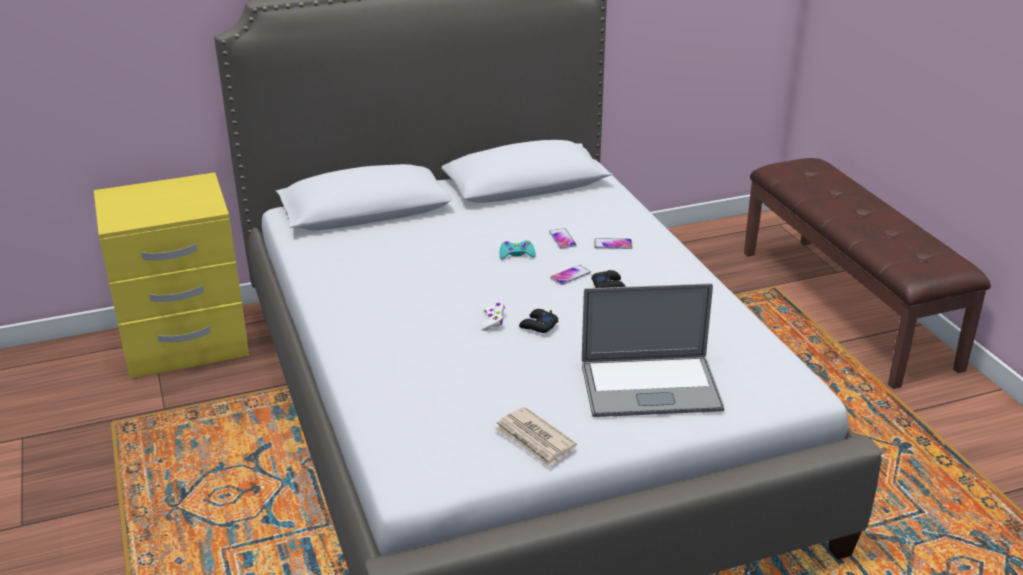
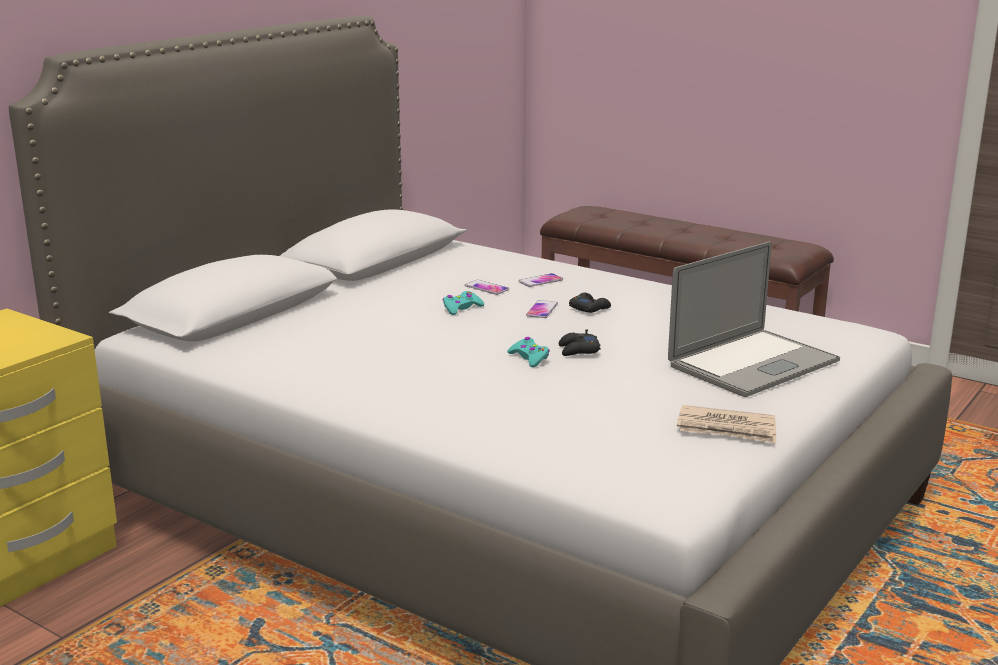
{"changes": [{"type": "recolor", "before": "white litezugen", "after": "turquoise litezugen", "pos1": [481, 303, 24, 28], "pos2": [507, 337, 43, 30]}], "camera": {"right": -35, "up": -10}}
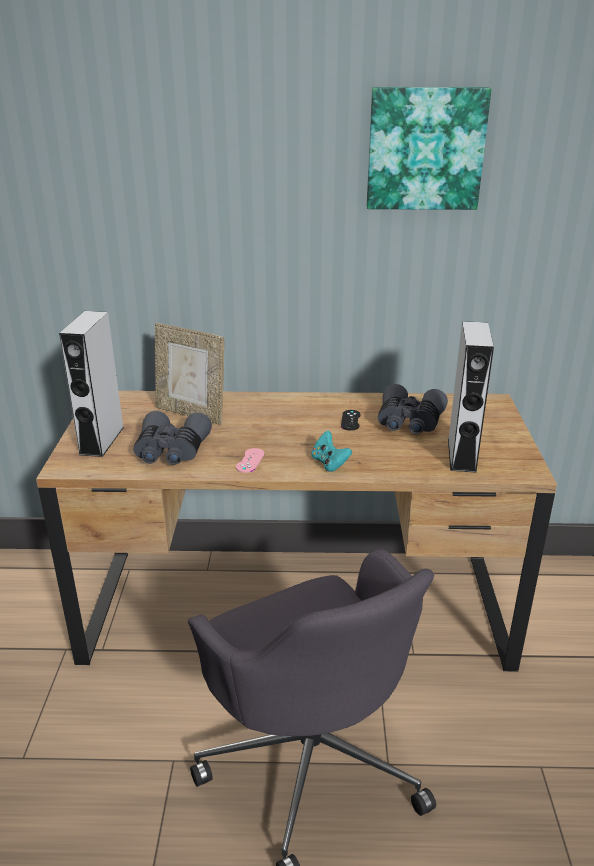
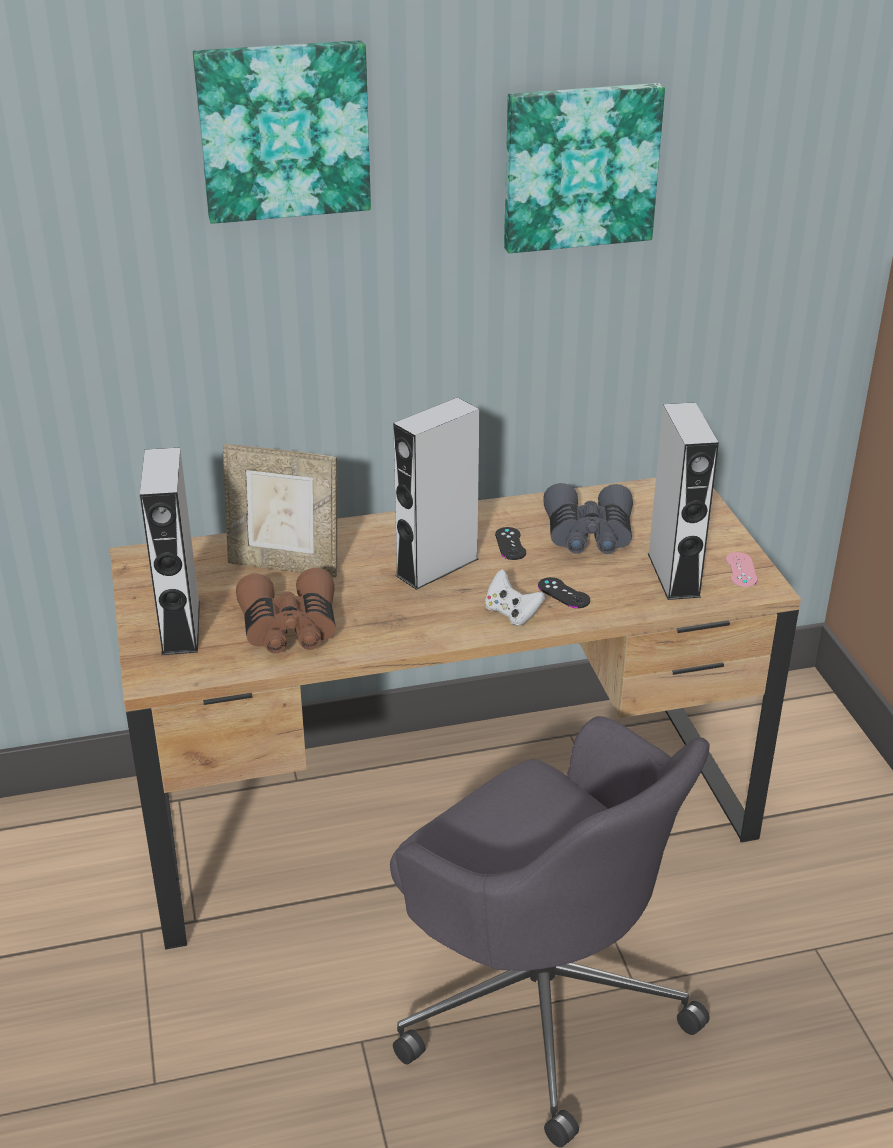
{"changes": [{"type": "insert", "after": "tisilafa", "pos2": [193, 40, 178, 184]}, {"type": "insert", "after": "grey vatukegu", "pos2": [393, 397, 86, 193]}, {"type": "insert", "after": "black litezugen", "pos2": [538, 577, 52, 31]}, {"type": "move", "before": "pink litezugen", "pos1": [236, 448, 29, 25], "pos2": [726, 552, 31, 35]}, {"type": "recolor", "before": "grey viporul", "after": "brown viporul", "pos1": [133, 411, 79, 54], "pos2": [236, 568, 100, 86]}, {"type": "recolor", "before": "turquoise litezugen", "after": "white litezugen", "pos1": [311, 430, 41, 42], "pos2": [485, 569, 60, 57]}], "camera": {"right": -15, "up": 5}}
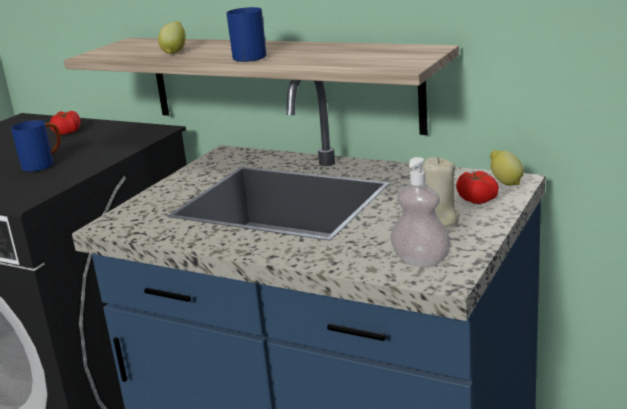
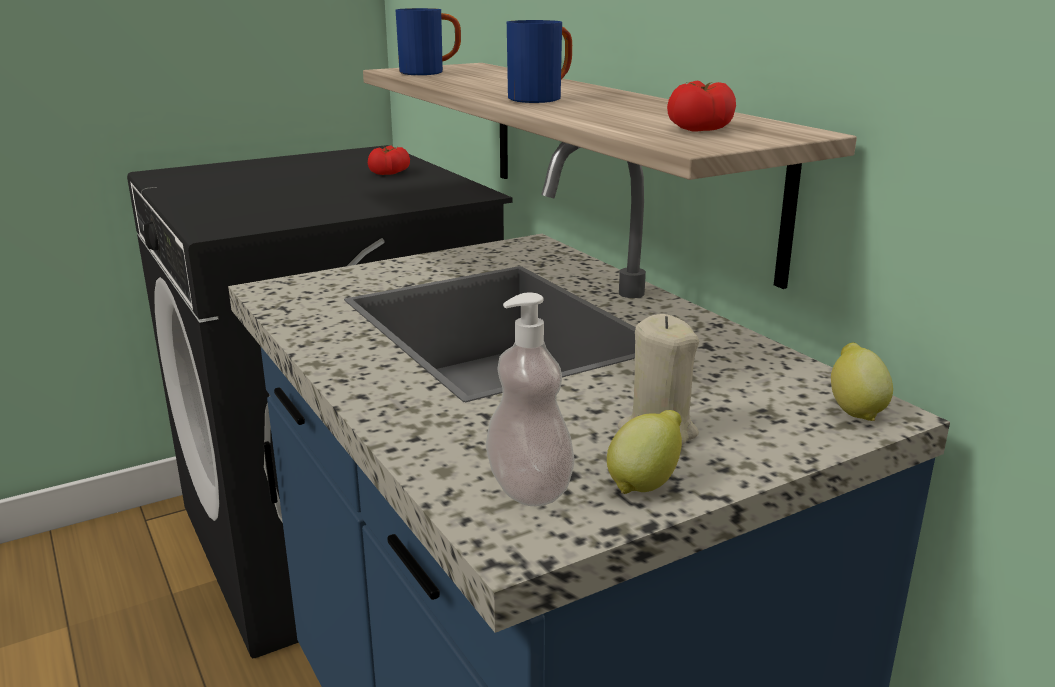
{"changes": [{"type": "move", "before": "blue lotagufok", "pos1": [11, 120, 50, 52], "pos2": [396, 8, 65, 67]}, {"type": "move", "before": "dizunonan", "pos1": [158, 21, 28, 33], "pos2": [607, 410, 75, 84]}, {"type": "move", "before": "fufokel", "pos1": [456, 171, 43, 33], "pos2": [667, 81, 69, 50]}], "camera": {"right": 30, "up": 0}}
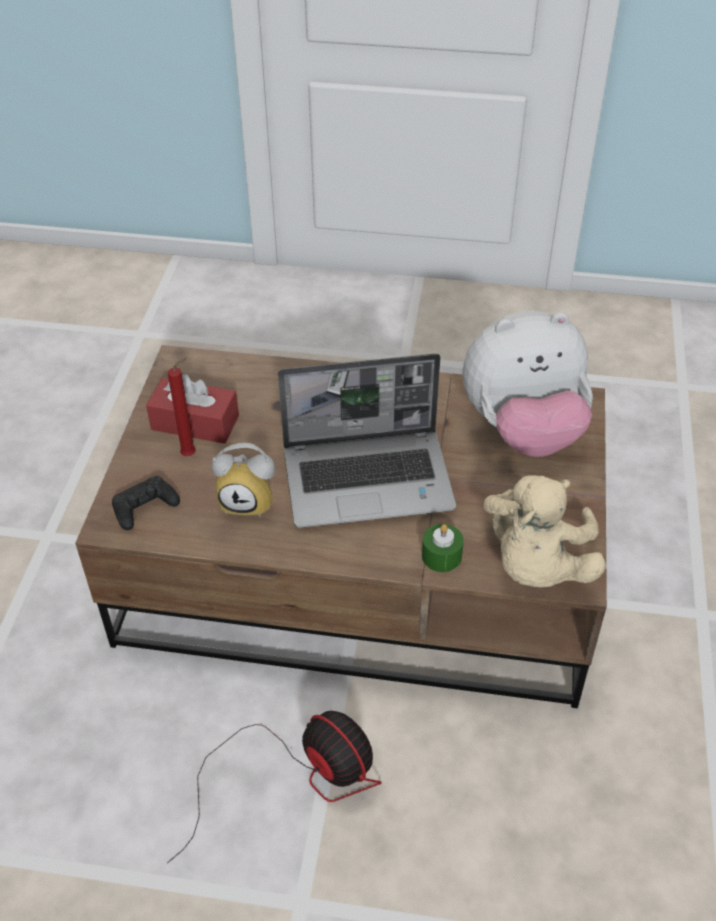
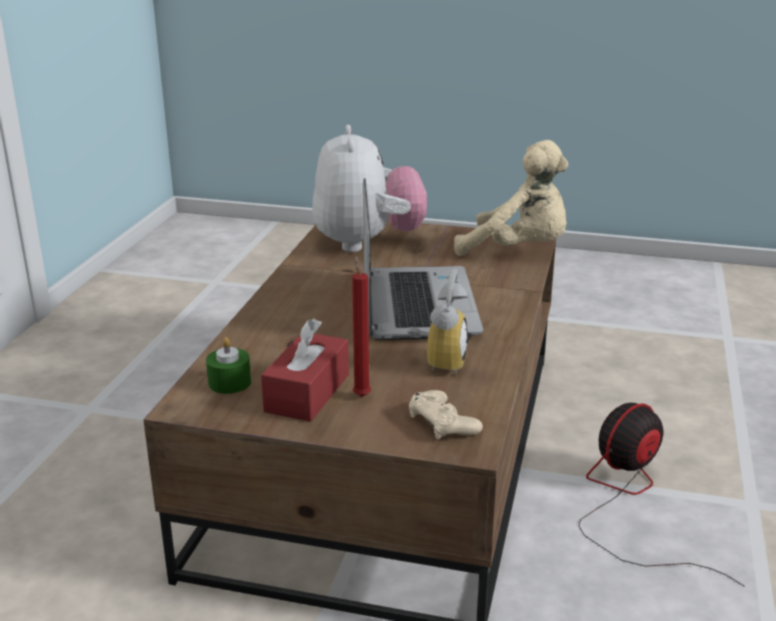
{"changes": [{"type": "move", "before": "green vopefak", "pos1": [422, 524, 42, 48], "pos2": [206, 337, 45, 57]}, {"type": "recolor", "before": "black litezugen", "after": "beige litezugen", "pos1": [112, 476, 68, 54], "pos2": [409, 390, 74, 50]}], "camera": {"right": -85, "up": -20}}
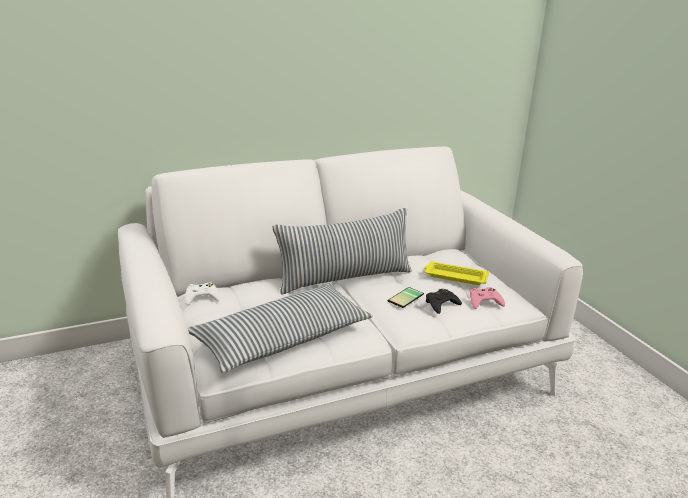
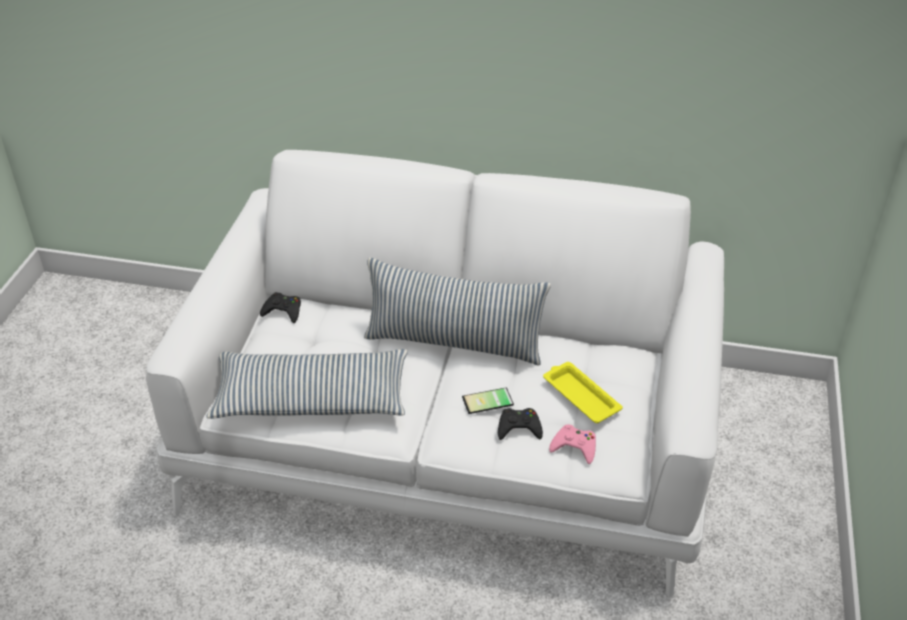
{"changes": [{"type": "recolor", "before": "white litezugen", "after": "black litezugen", "pos1": [185, 283, 35, 22], "pos2": [260, 292, 41, 31]}], "camera": {"right": 35, "up": 15}}
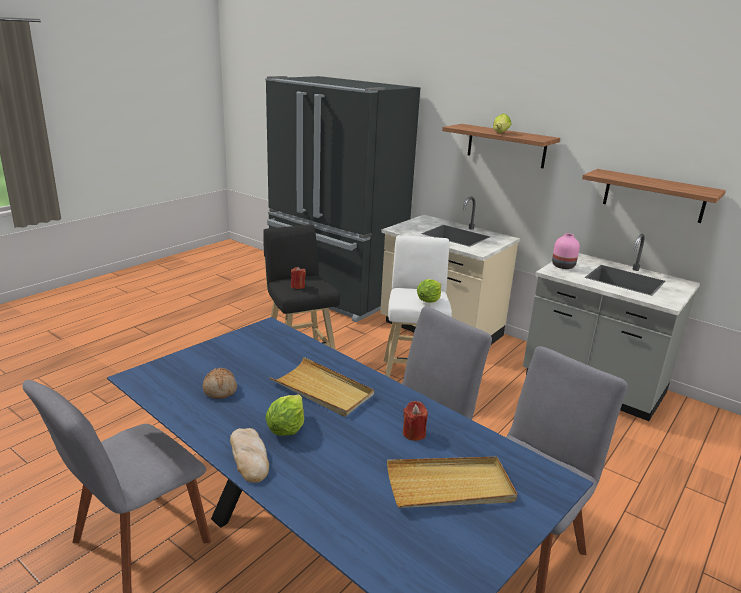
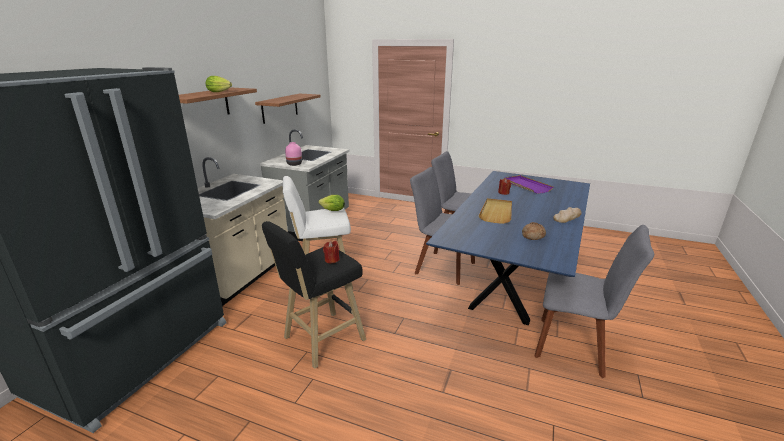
{"changes": [{"type": "delete", "before": "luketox", "pos1": [265, 394, 39, 42]}, {"type": "recolor", "before": "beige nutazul", "after": "purple nutazul", "pos1": [387, 457, 130, 51], "pos2": [504, 175, 49, 19]}], "camera": {"right": -105, "up": 0}}
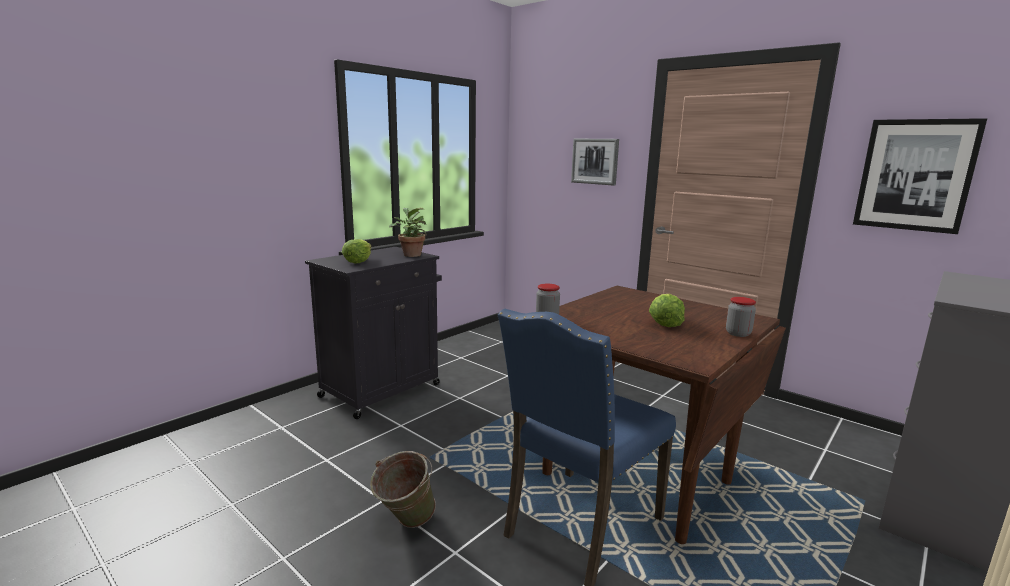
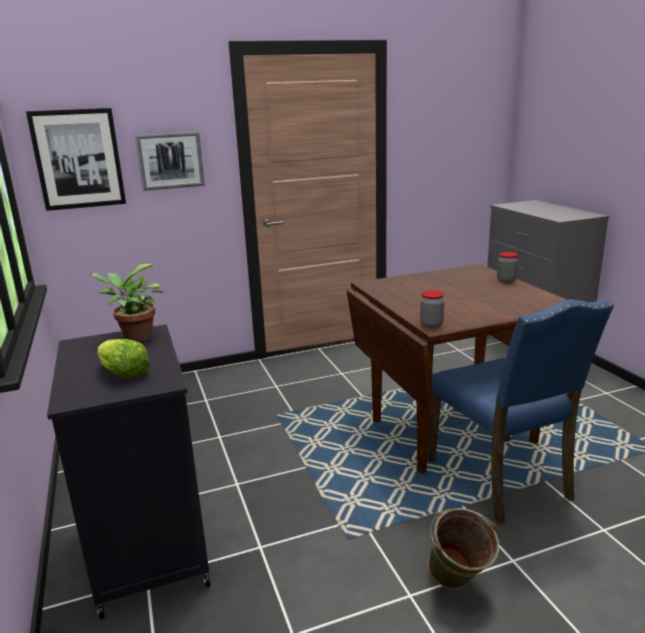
{"changes": [{"type": "delete", "before": "luketox", "pos1": [649, 294, 36, 33]}, {"type": "move", "before": "tisilafa", "pos1": [853, 118, 134, 116], "pos2": [26, 108, 100, 103]}], "camera": {"right": -60, "up": 5}}
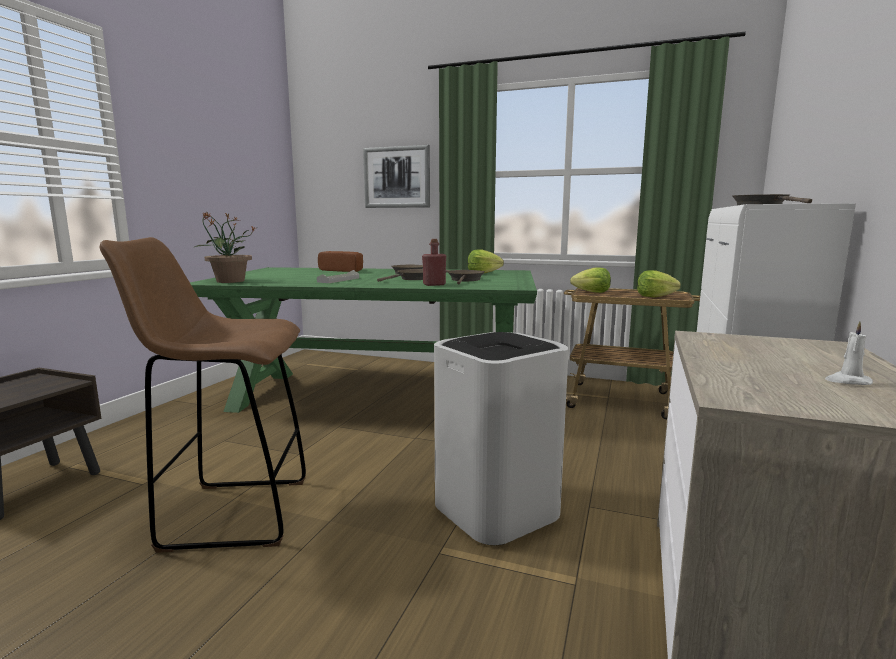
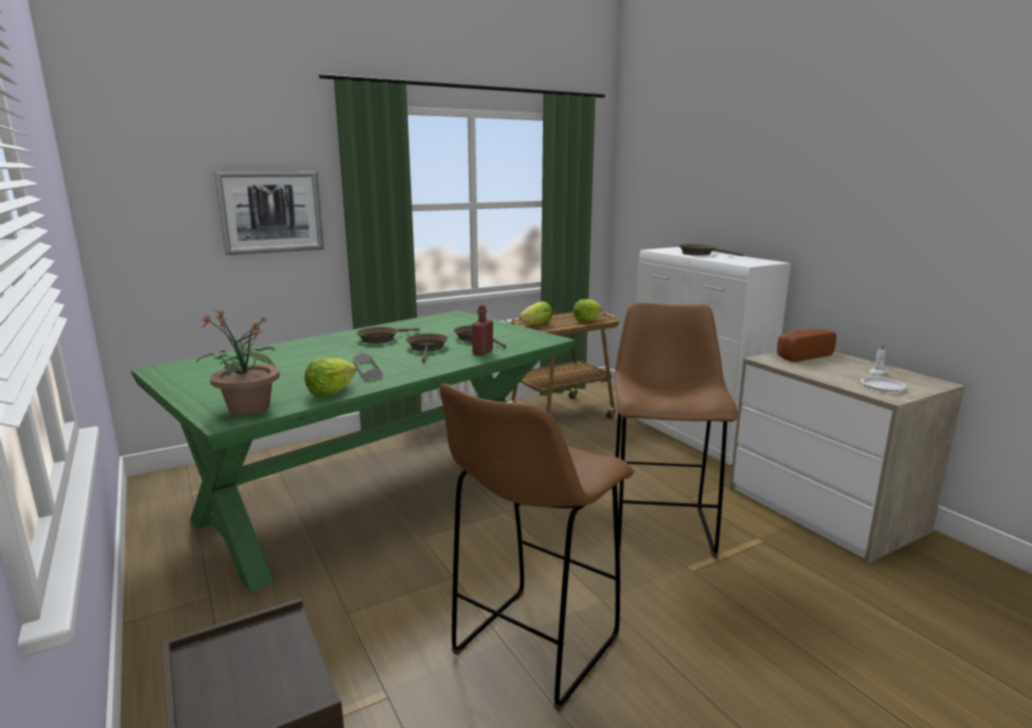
{"changes": [{"type": "insert", "after": "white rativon", "pos2": [861, 377, 45, 15]}, {"type": "move", "before": "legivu", "pos1": [318, 251, 45, 21], "pos2": [777, 329, 59, 33]}, {"type": "move", "before": "luketox", "pos1": [468, 250, 36, 24], "pos2": [304, 358, 52, 39]}, {"type": "replace", "before": "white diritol", "after": "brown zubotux", "pos1": [434, 332, 135, 213], "pos2": [615, 303, 123, 255]}], "camera": {"right": -50, "up": 5}}
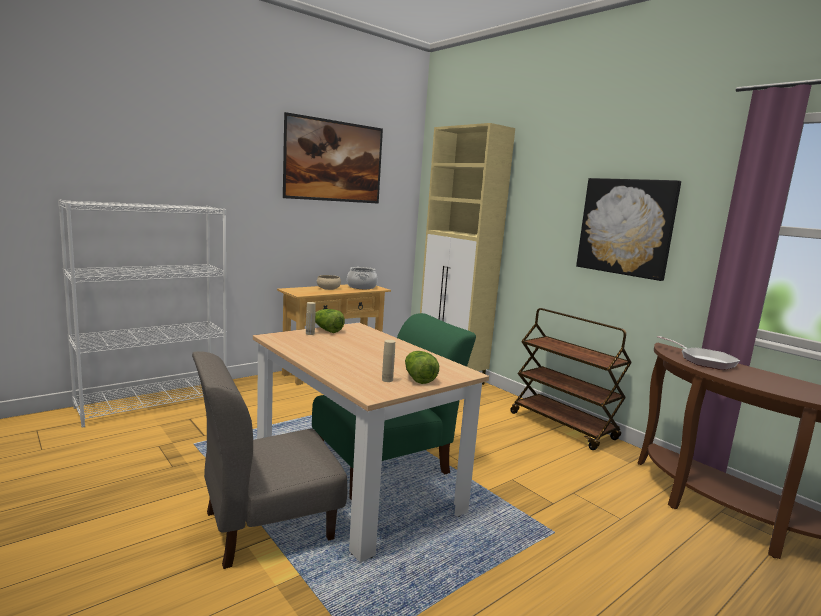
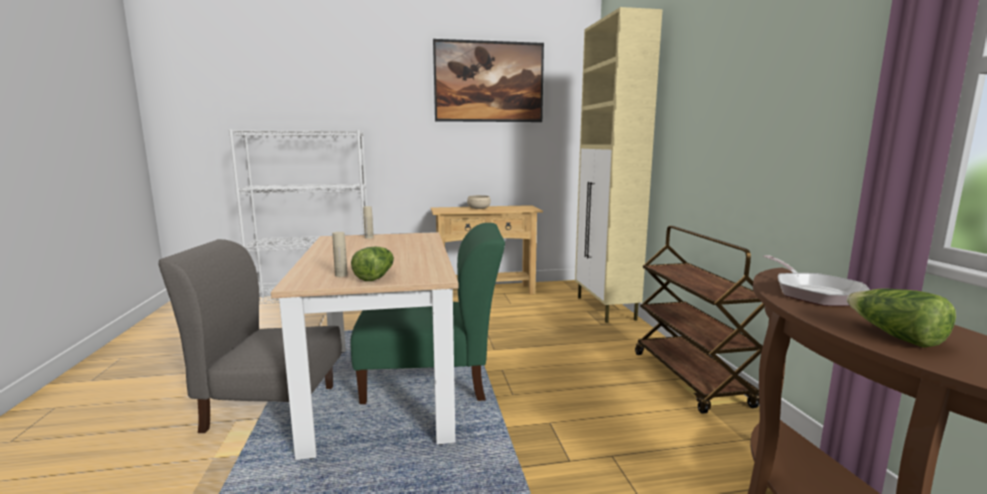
{"changes": [{"type": "delete", "before": "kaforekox", "pos1": [347, 267, 31, 22]}, {"type": "delete", "before": "tisilafa", "pos1": [576, 178, 105, 103]}, {"type": "move", "before": "luketox", "pos1": [315, 309, 30, 24], "pos2": [847, 289, 109, 59]}], "camera": {"right": 30, "up": 0}}
